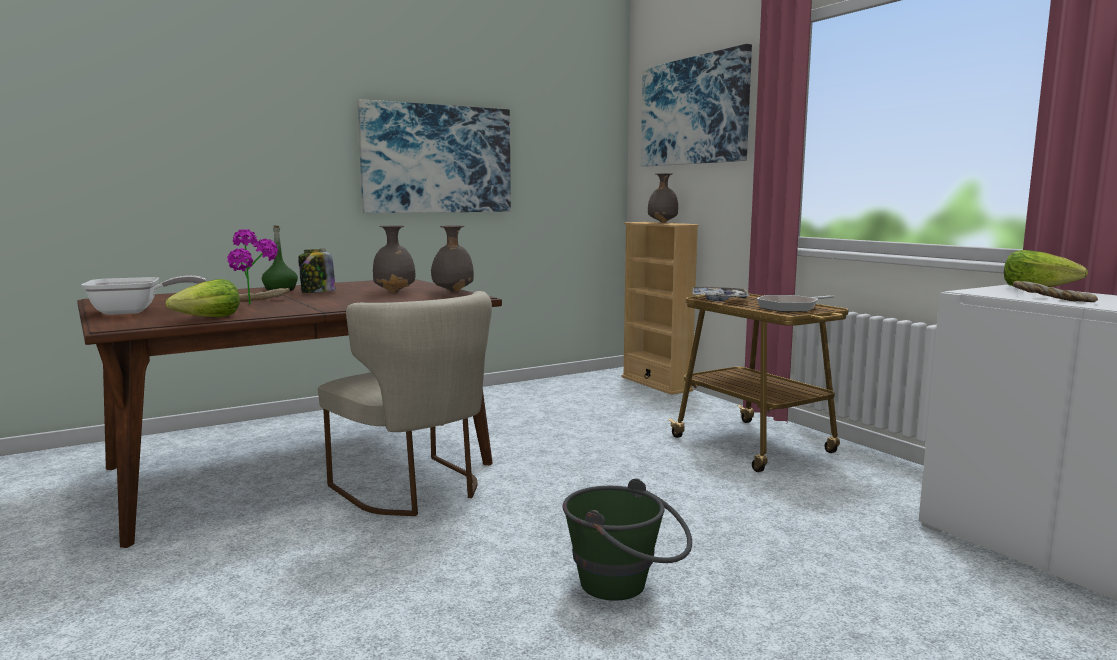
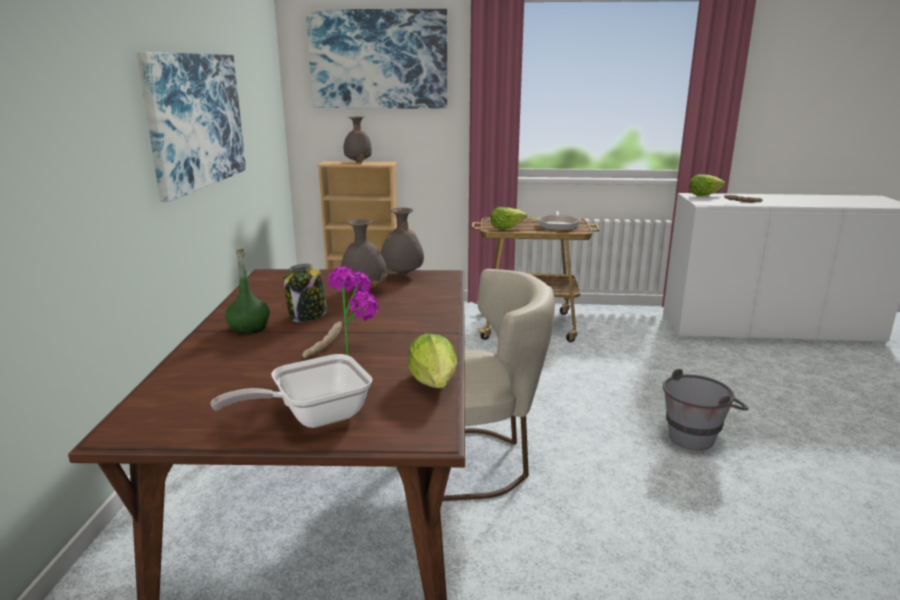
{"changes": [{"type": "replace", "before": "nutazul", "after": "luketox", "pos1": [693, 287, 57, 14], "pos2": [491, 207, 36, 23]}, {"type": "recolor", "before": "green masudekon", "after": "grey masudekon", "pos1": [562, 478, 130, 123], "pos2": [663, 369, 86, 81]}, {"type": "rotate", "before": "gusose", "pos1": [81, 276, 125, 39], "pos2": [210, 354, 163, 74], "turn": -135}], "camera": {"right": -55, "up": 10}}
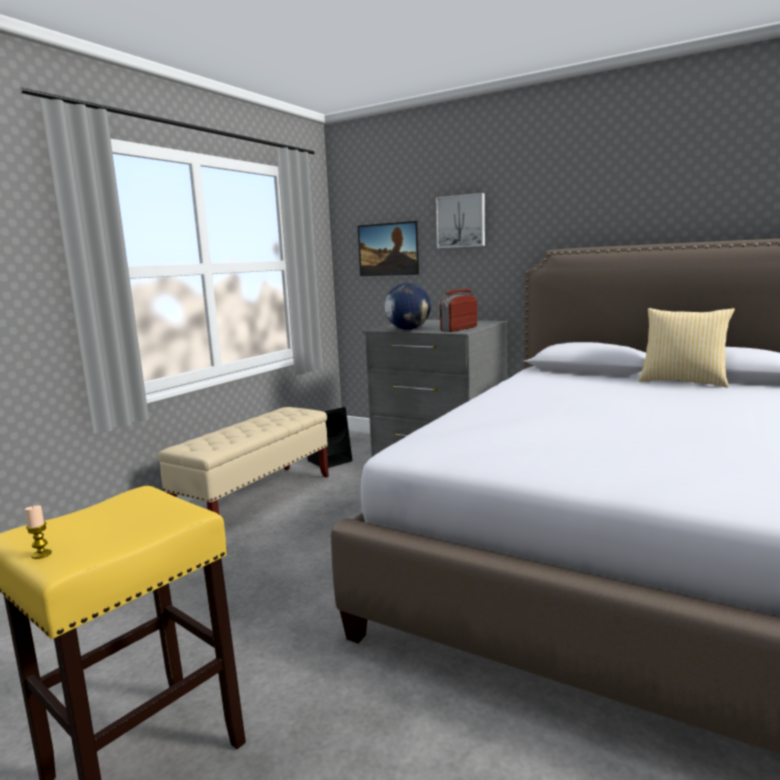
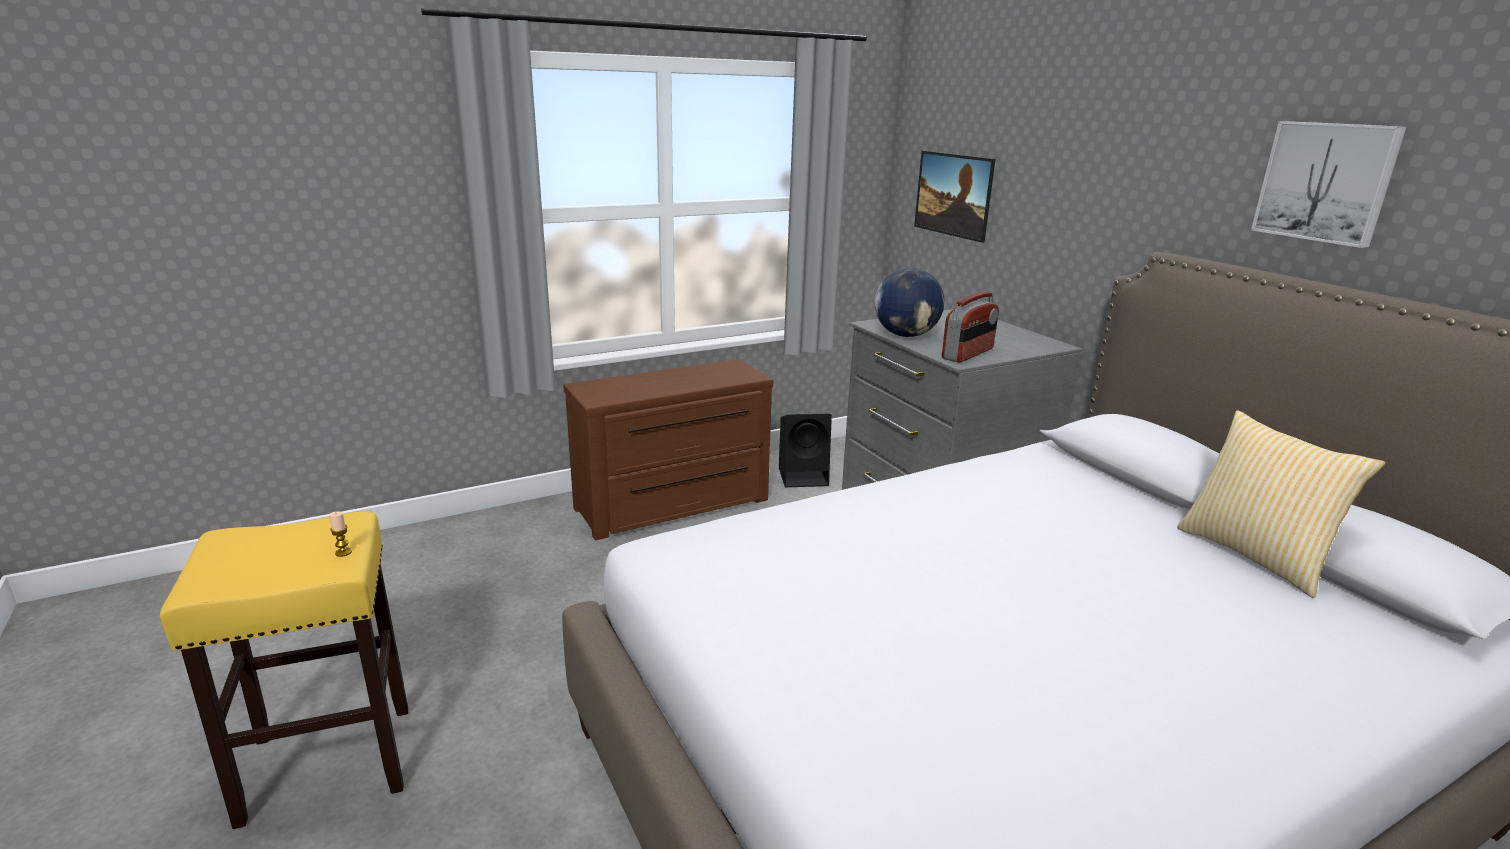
{"changes": [{"type": "move", "before": "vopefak", "pos1": [25, 505, 27, 54], "pos2": [329, 511, 23, 46]}, {"type": "move", "before": "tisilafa", "pos1": [436, 193, 49, 55], "pos2": [1251, 121, 155, 127]}, {"type": "replace", "before": "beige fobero", "after": "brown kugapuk", "pos1": [158, 407, 171, 107], "pos2": [563, 359, 210, 181]}, {"type": "rotate", "before": "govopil", "pos1": [440, 289, 37, 43], "pos2": [942, 292, 57, 71], "turn": 150}], "camera": {"right": 30, "up": 10}}
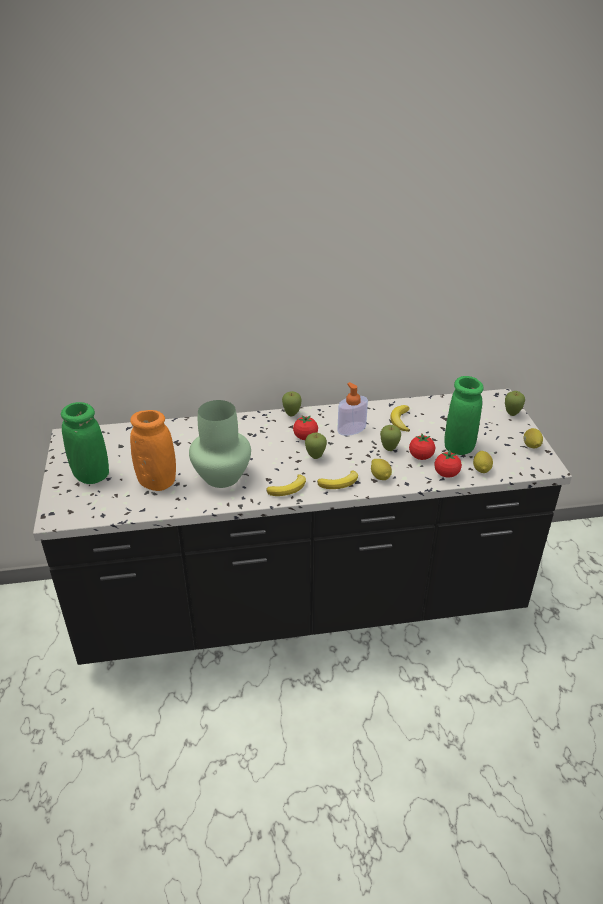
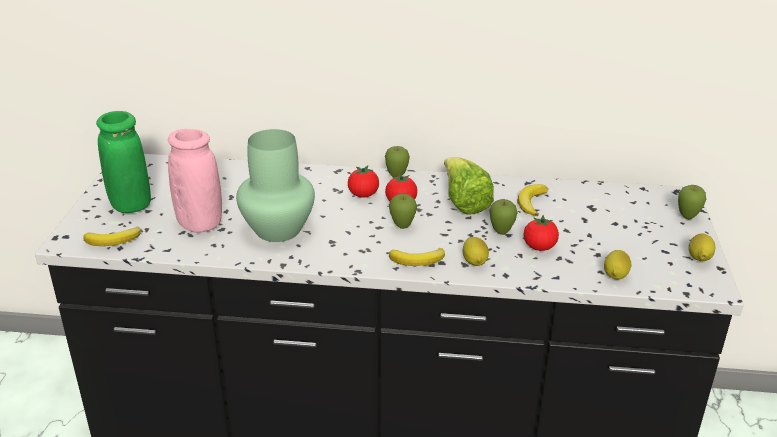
{"changes": [{"type": "delete", "before": "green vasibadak", "pos1": [444, 376, 40, 79]}, {"type": "move", "before": "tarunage", "pos1": [266, 475, 40, 21], "pos2": [83, 226, 58, 20]}, {"type": "move", "before": "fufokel", "pos1": [434, 450, 28, 28], "pos2": [348, 166, 31, 32]}, {"type": "replace", "before": "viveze", "after": "luketox", "pos1": [337, 382, 31, 54], "pos2": [444, 157, 50, 58]}, {"type": "recolor", "before": "orange vasibadak", "after": "pink vasibadak", "pos1": [130, 410, 46, 81], "pos2": [168, 129, 54, 104]}], "camera": {"right": 15, "up": -5}}
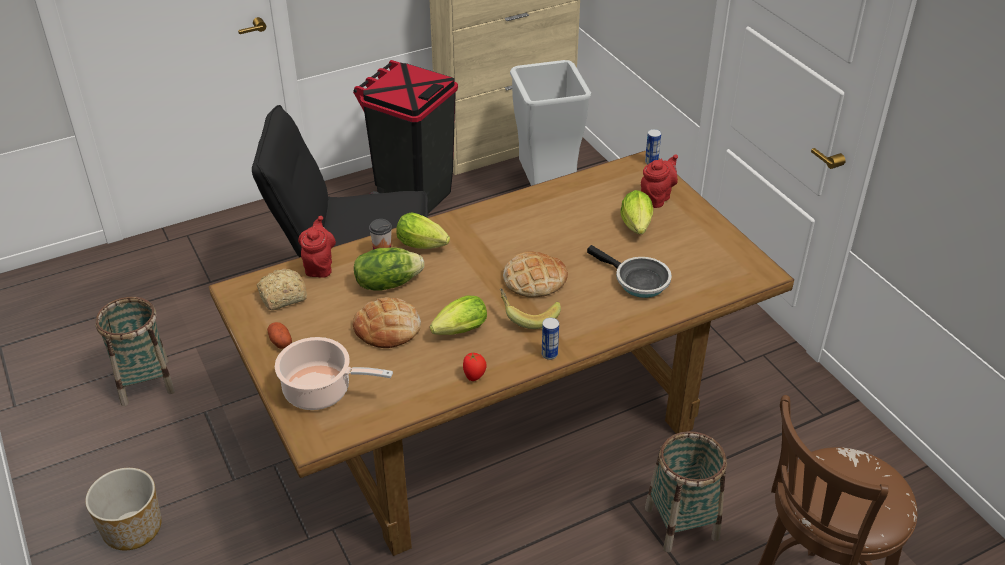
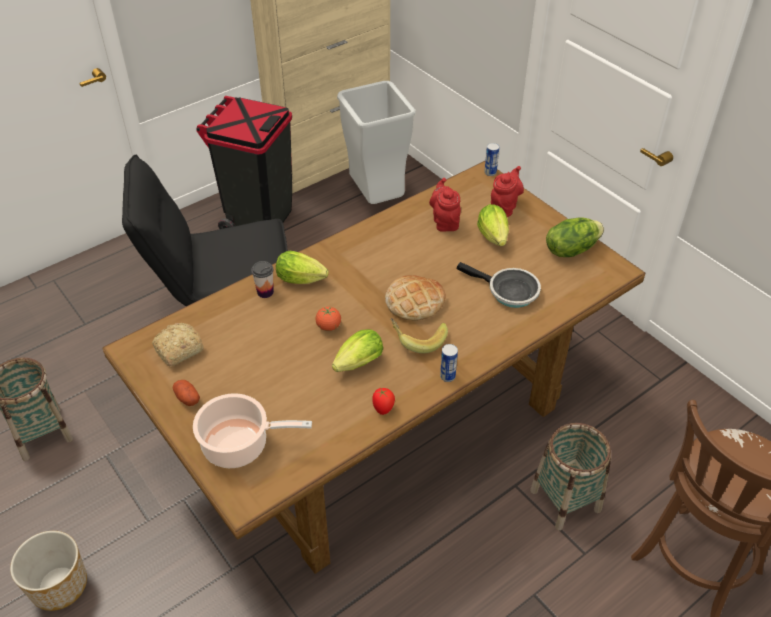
{"changes": [{"type": "delete", "before": "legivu", "pos1": [353, 297, 68, 51]}, {"type": "insert", "after": "fufokel", "pos2": [315, 307, 26, 24]}, {"type": "move", "before": "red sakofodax", "pos1": [298, 216, 38, 62], "pos2": [429, 178, 32, 54]}, {"type": "move", "before": "luketox", "pos1": [354, 247, 70, 44], "pos2": [546, 217, 58, 40]}], "camera": {"right": -10, "up": 5}}
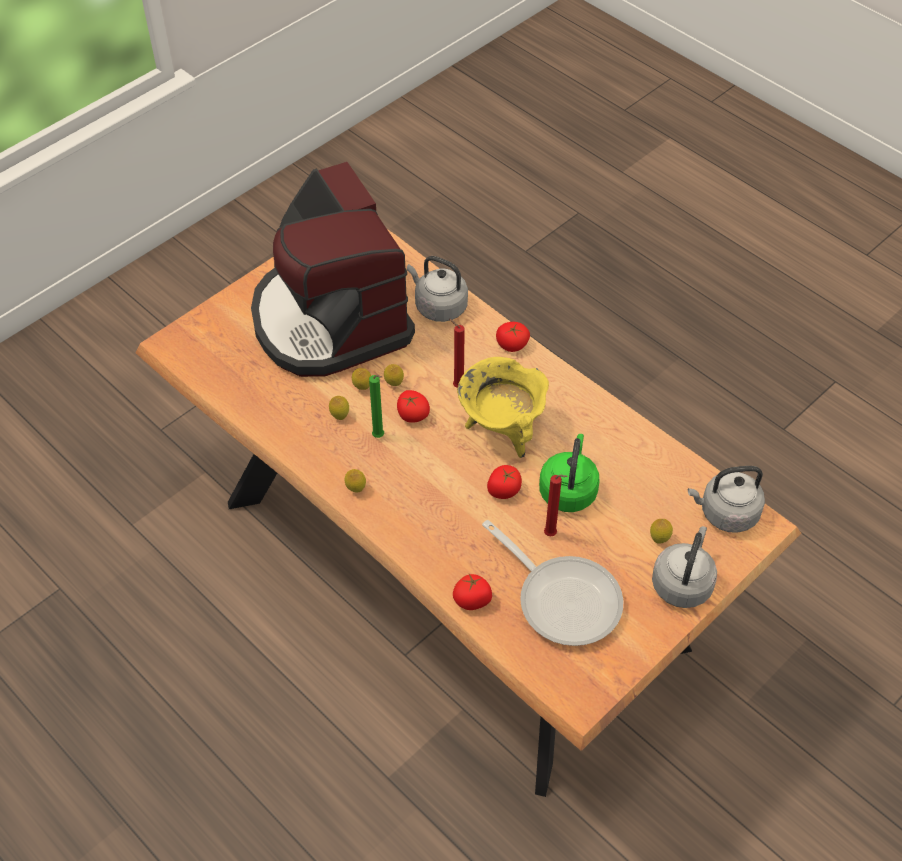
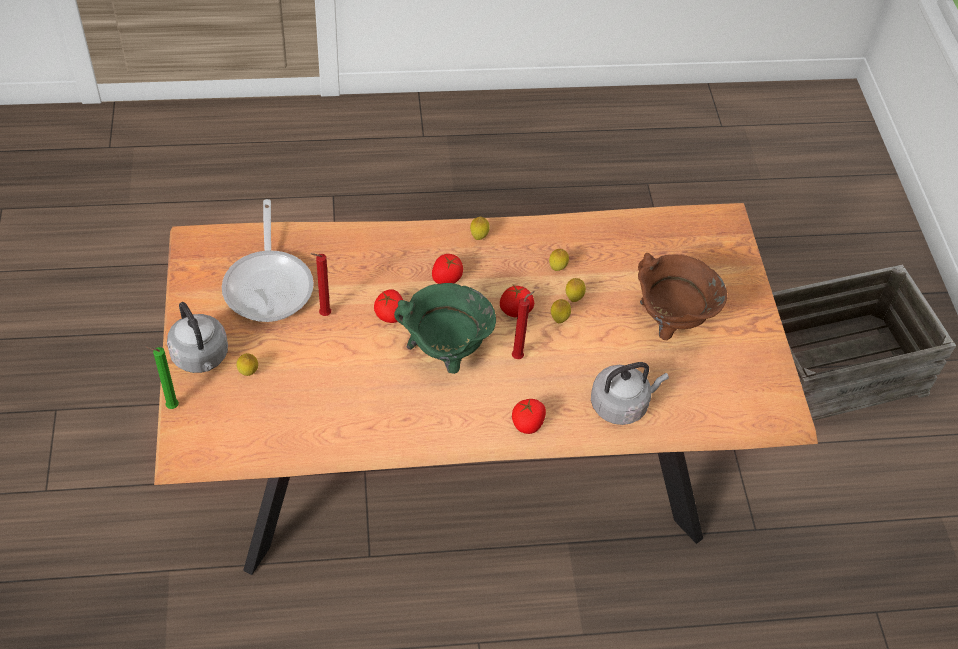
{"changes": [{"type": "delete", "before": "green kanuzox", "pos1": [539, 434, 61, 78]}, {"type": "delete", "before": "grey kanuzox", "pos1": [688, 466, 77, 67]}, {"type": "insert", "after": "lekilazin", "pos2": [772, 264, 184, 157]}, {"type": "move", "before": "green vopefak", "pos1": [369, 375, 15, 63], "pos2": [145, 346, 34, 63]}, {"type": "move", "before": "fufokel", "pos1": [453, 574, 39, 36], "pos2": [432, 254, 31, 30]}, {"type": "replace", "before": "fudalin", "after": "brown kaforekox", "pos1": [251, 162, 164, 215], "pos2": [638, 253, 89, 87]}, {"type": "recolor", "before": "yellow kaforekox", "after": "green kaforekox", "pos1": [457, 357, 92, 101], "pos2": [394, 283, 102, 91]}, {"type": "rotate", "before": "gusose", "pos1": [482, 520, 141, 126], "pos2": [222, 199, 92, 123], "turn": -90}], "camera": {"right": 125, "up": 0}}
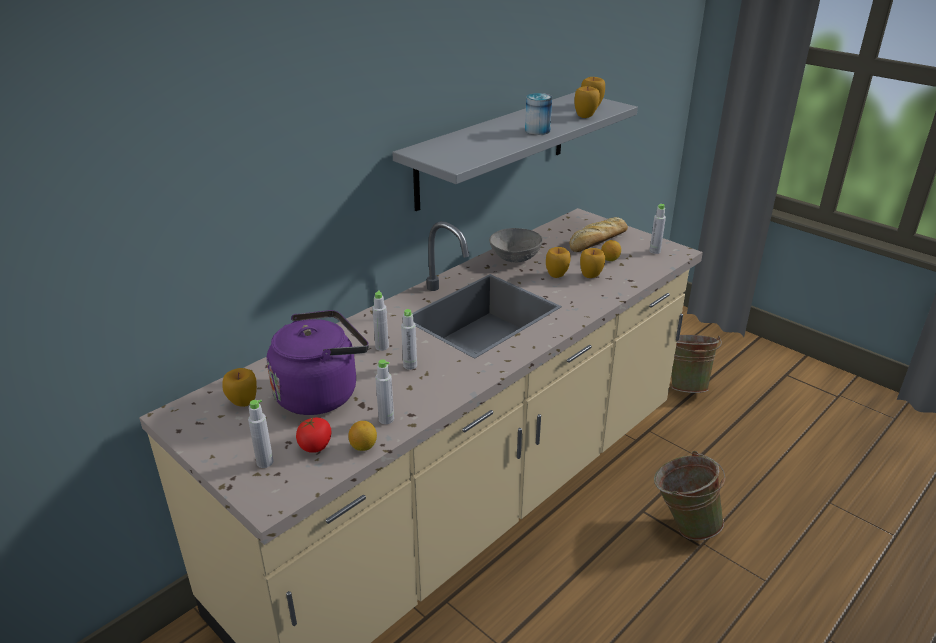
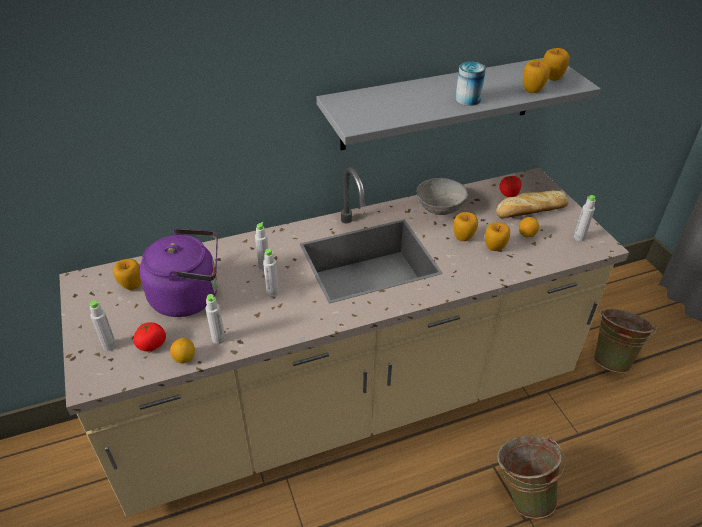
{"changes": [{"type": "insert", "after": "fufokel", "pos2": [499, 175, 23, 22]}], "camera": {"right": 25, "up": 10}}
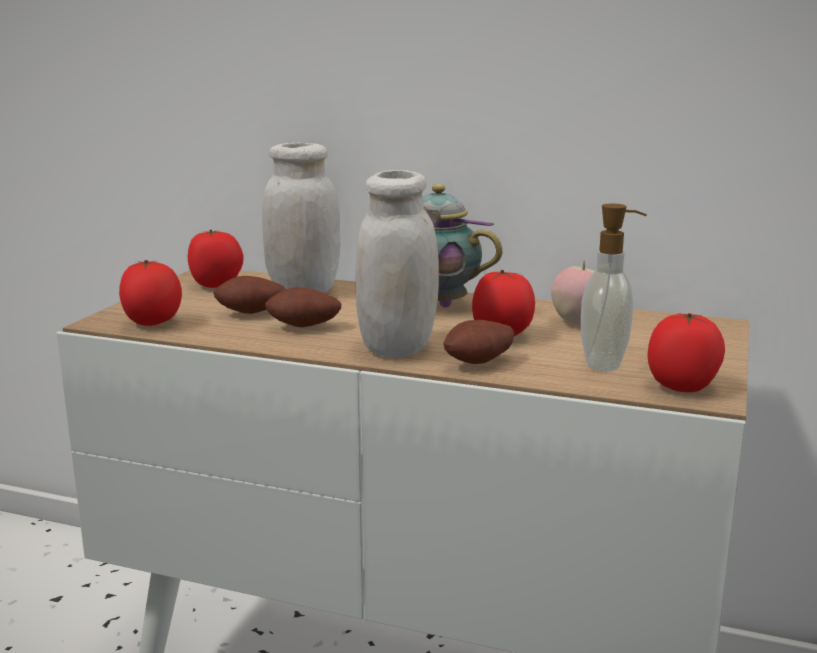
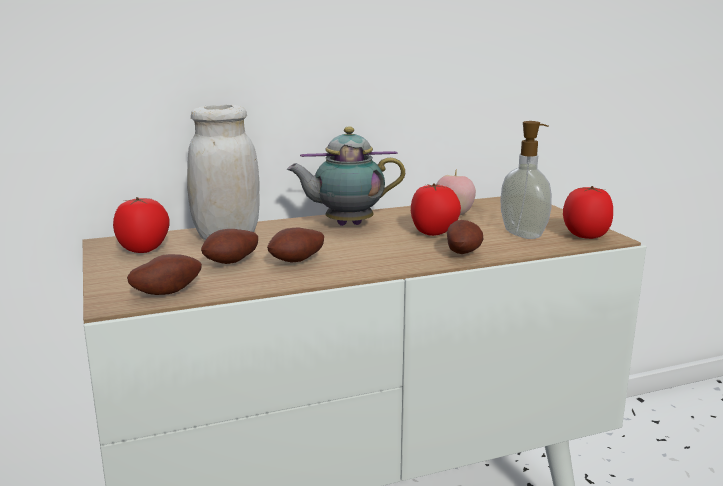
{"changes": [{"type": "delete", "before": "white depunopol", "pos1": [355, 170, 84, 188]}, {"type": "replace", "before": "fufokel", "after": "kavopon", "pos1": [119, 260, 63, 66], "pos2": [127, 254, 75, 41]}], "camera": {"right": -40, "up": 0}}
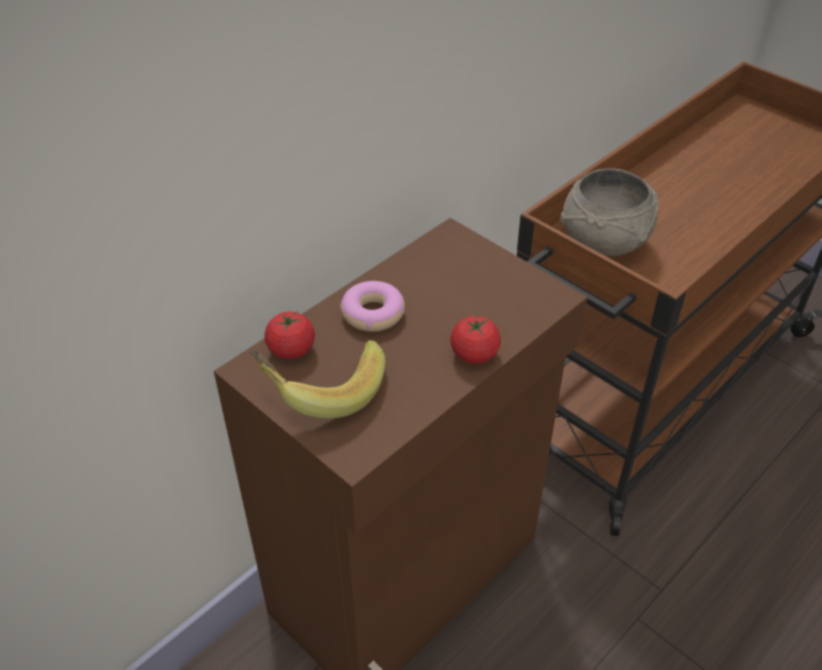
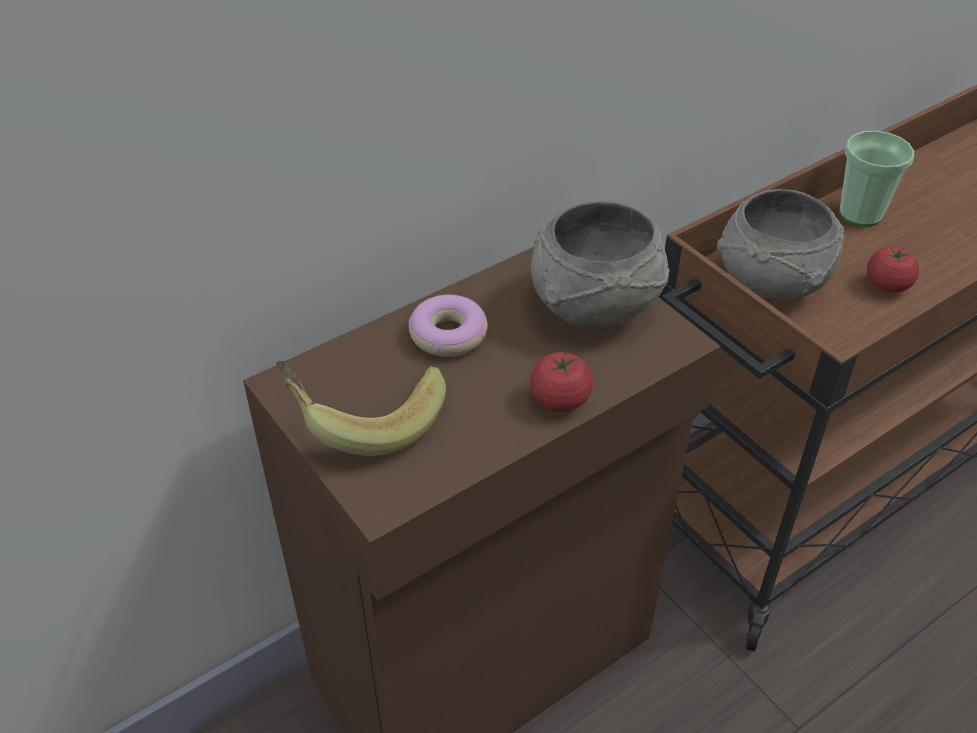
{"changes": [{"type": "insert", "after": "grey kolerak", "pos2": [531, 200, 139, 130]}, {"type": "insert", "after": "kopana", "pos2": [839, 131, 75, 96]}, {"type": "move", "before": "fufokel", "pos1": [264, 311, 51, 48], "pos2": [867, 246, 52, 47]}], "camera": {"right": 10, "up": 0}}
